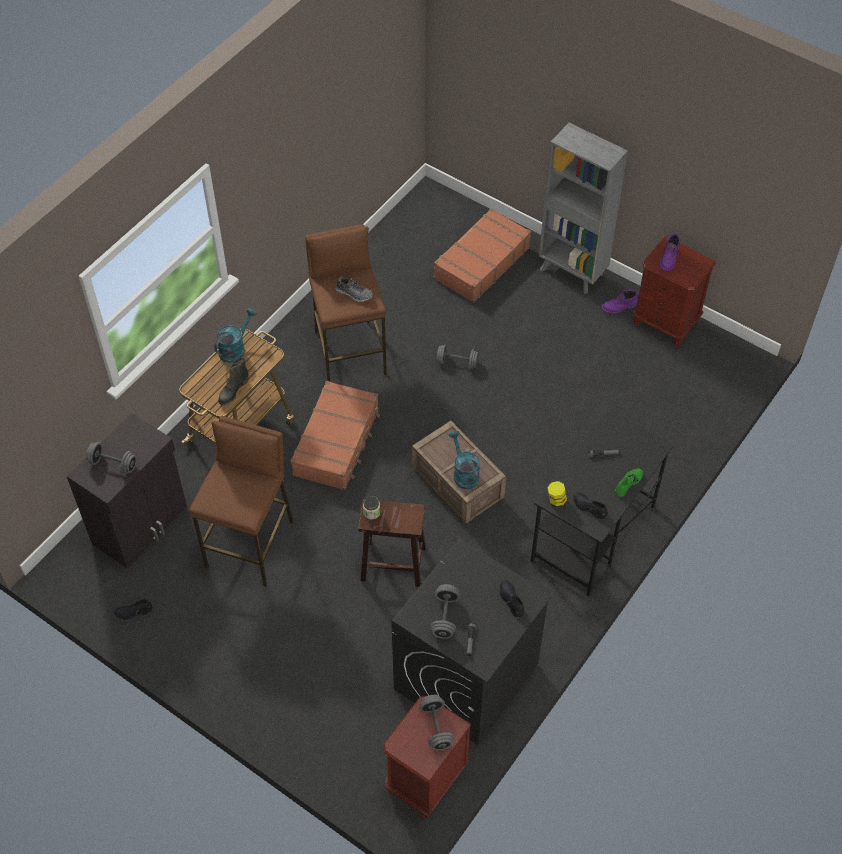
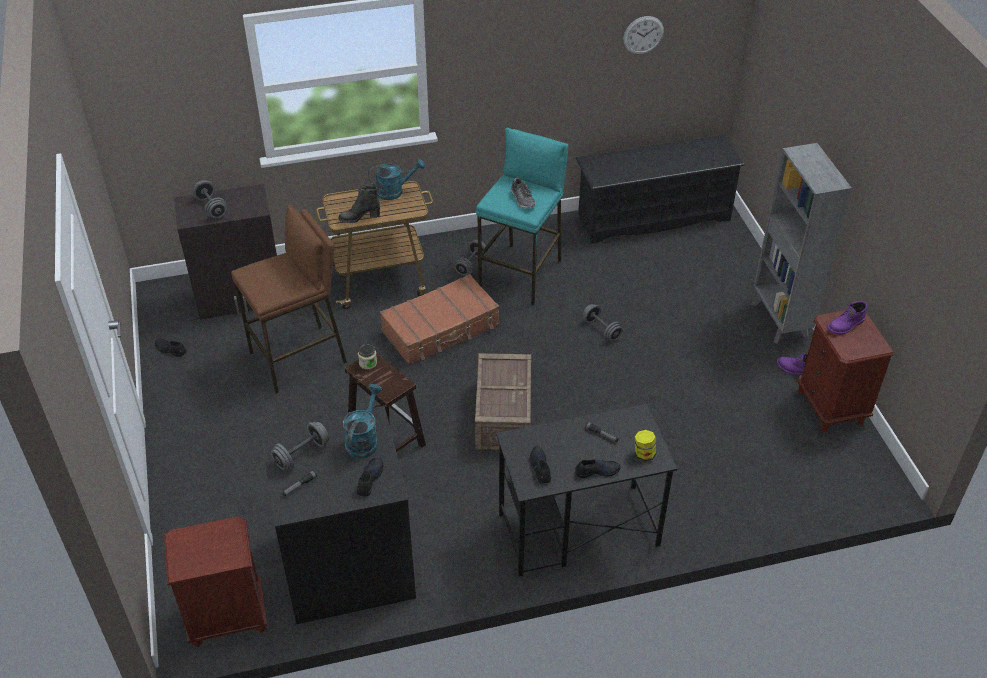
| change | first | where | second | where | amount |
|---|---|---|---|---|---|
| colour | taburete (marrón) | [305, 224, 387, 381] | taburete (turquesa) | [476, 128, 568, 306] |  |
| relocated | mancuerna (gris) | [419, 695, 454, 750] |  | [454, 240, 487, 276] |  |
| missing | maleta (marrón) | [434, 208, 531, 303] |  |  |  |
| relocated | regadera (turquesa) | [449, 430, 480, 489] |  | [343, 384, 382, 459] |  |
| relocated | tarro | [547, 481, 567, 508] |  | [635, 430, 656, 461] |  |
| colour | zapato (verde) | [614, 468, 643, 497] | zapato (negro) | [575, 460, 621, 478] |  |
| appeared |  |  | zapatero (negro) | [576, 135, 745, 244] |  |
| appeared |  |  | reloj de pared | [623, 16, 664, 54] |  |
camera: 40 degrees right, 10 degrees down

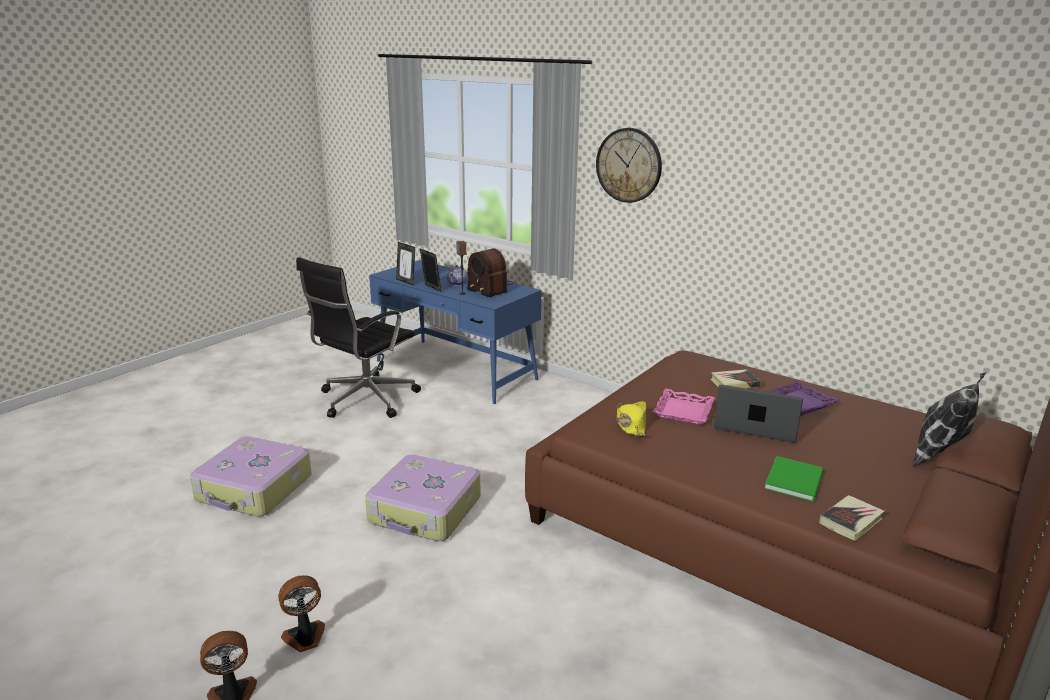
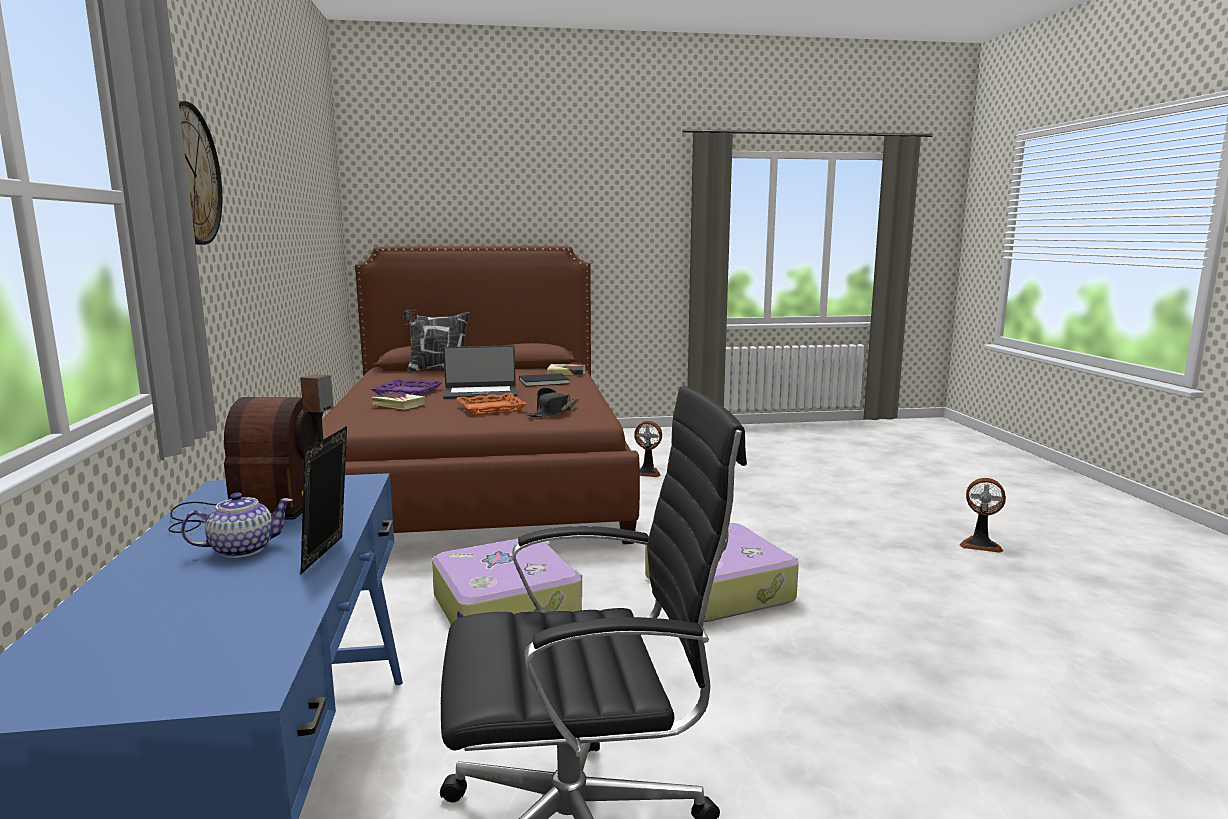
| change | first | where | second | where | amount |
|---|---|---|---|---|---|
| relocated | maleta | [190, 436, 312, 516] |  | [432, 539, 582, 624] |  |
| relocated | ventilador | [278, 575, 325, 652] |  | [634, 421, 662, 477] |  |
| missing | portarretratos | [396, 242, 415, 285] |  |  |  |
| colour | sombrero (amarillo) | [616, 401, 646, 436] | sombrero (negro) | [526, 387, 579, 417] |  |
| colour | bandeja (rosa) | [653, 389, 715, 425] | bandeja (naranja) | [457, 393, 527, 415] |  |
| spun | portátil | [714, 385, 803, 443] |  | [443, 345, 517, 399] | 75 degrees counterclockwise |
| colour | libro (verde) | [764, 456, 824, 502] | libro (negro) | [519, 373, 569, 386] |  |
camera: 135 degrees left, 10 degrees down

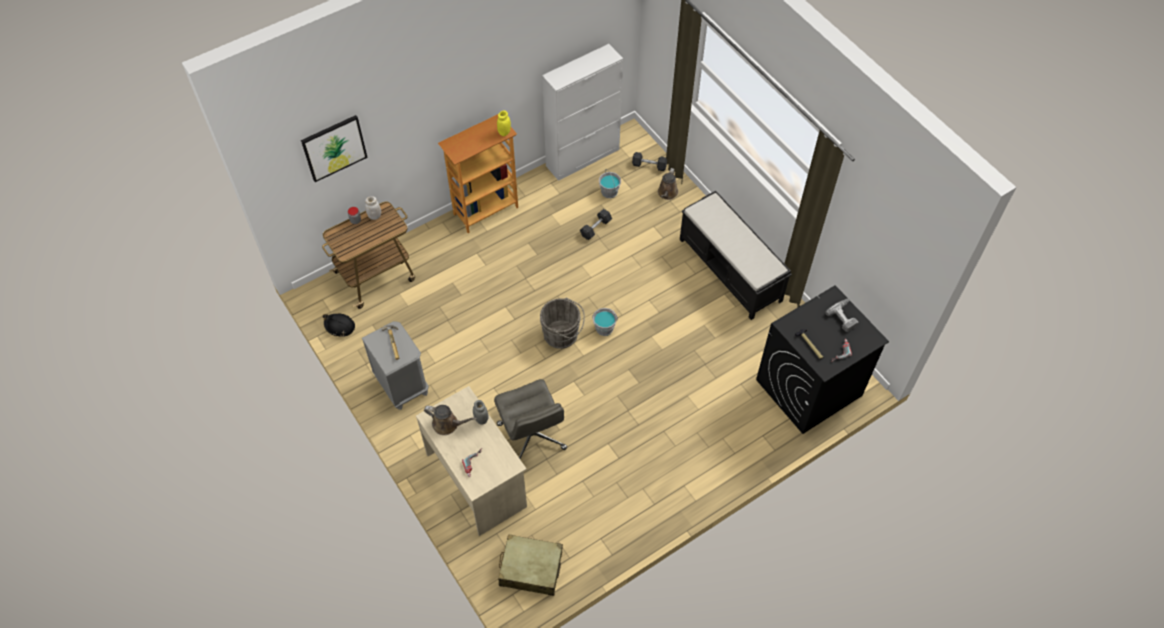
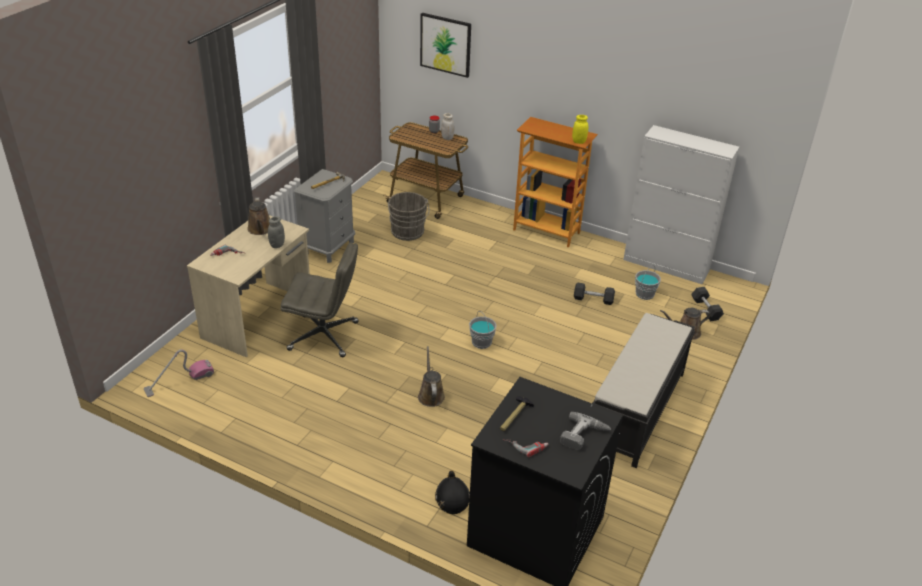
| change | first | where | second | where | amount |
|---|---|---|---|---|---|
| relocated | casco (negro) | [323, 314, 355, 337] |  | [435, 470, 470, 514] |  |
| spun | silla de oficina (gris) | [494, 379, 567, 459] |  | [281, 243, 359, 357] | 120 degrees counterclockwise |
| exchanged | maleta (beis) | [498, 534, 563, 596] | aspiradora | [144, 350, 214, 397] |  |
| relocated | cubo (gris) | [540, 298, 585, 349] |  | [388, 192, 430, 241] |  |
| appeared |  |  | regadera (marrón) | [418, 346, 445, 407] |  |
camera: 60 degrees right, 20 degrees down

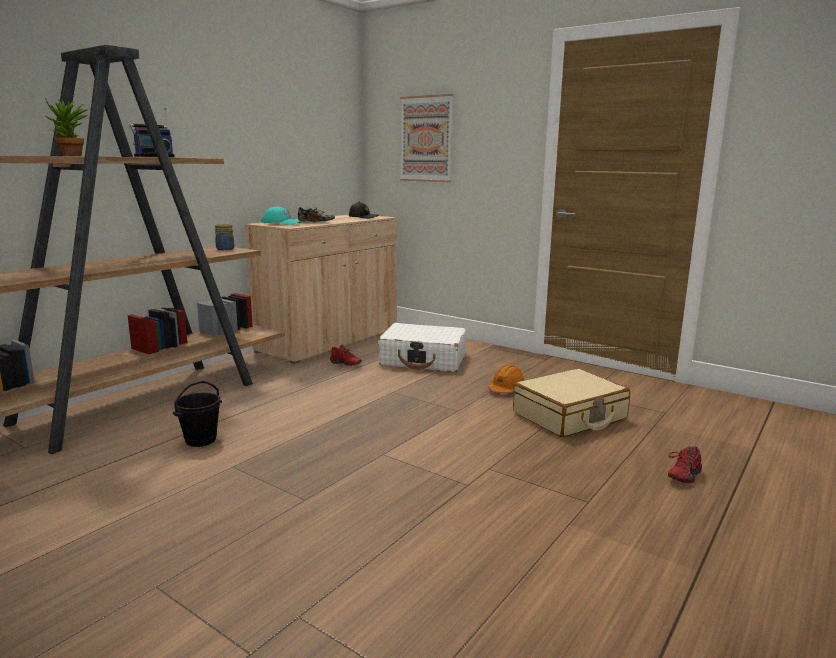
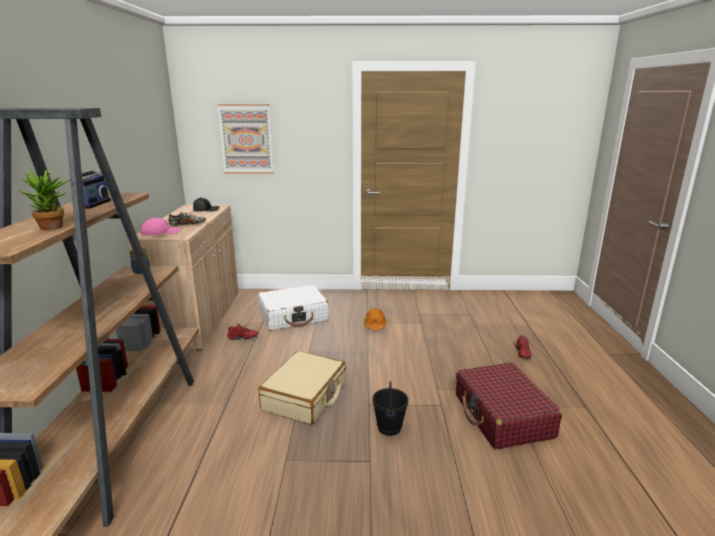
| change | first | where | second | where | amount |
|---|---|---|---|---|---|
| relocated | cubo (negro) | [173, 381, 222, 447] |  | [372, 381, 408, 436] |  |
| colour | gorra (turquesa) | [261, 206, 302, 225] | gorra (rosa) | [141, 218, 181, 235] |  |
| relocated | maleta (beis) | [513, 369, 630, 437] |  | [258, 351, 346, 425] |  |
| appeared |  |  | maleta (rojo) | [456, 363, 562, 449] |  |
camera: 35 degrees left, 5 degrees up

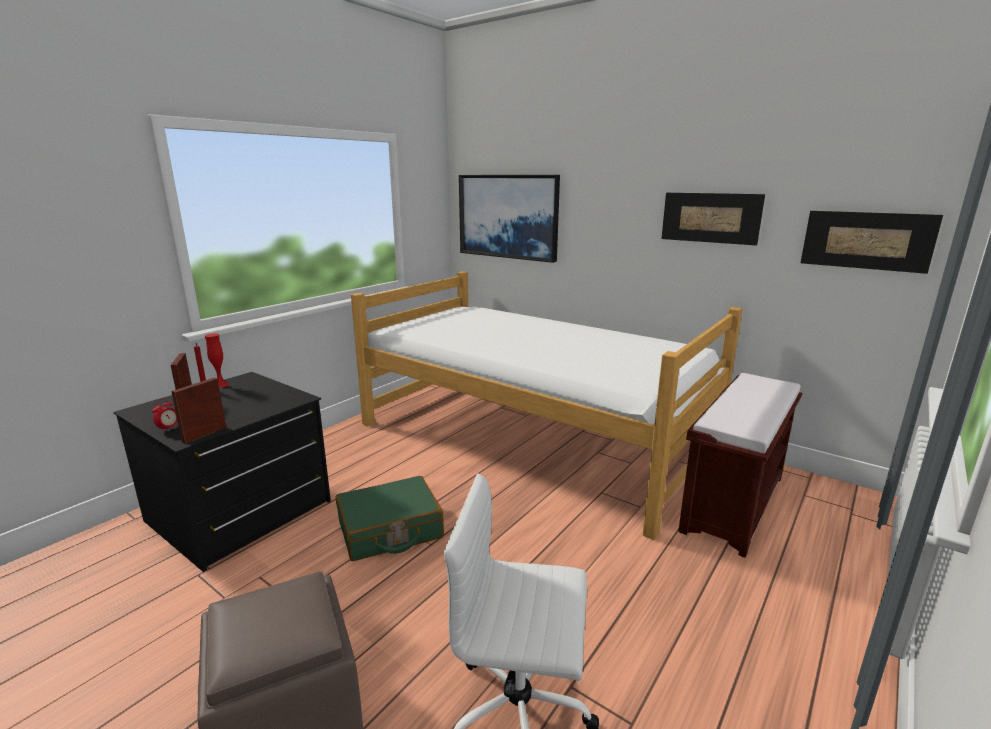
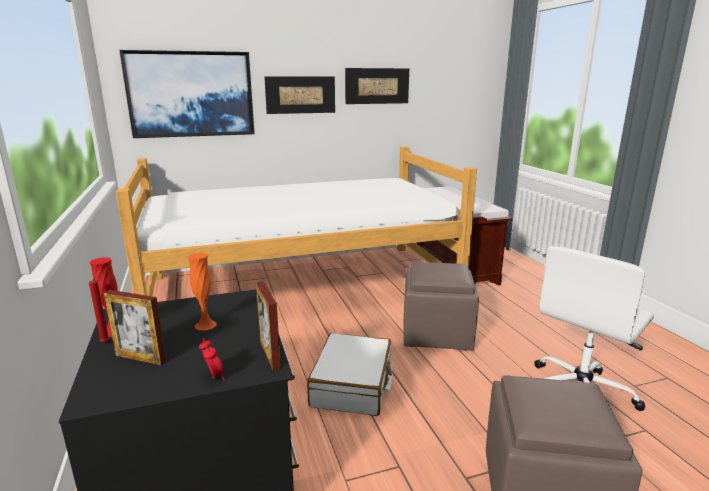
| change | first | where | second | where | amount |
|---|---|---|---|---|---|
| colour | maleta (verde) | [336, 476, 444, 561] | maleta (blanco) | [307, 333, 392, 416] |  |
| relocated | cuadro | [801, 211, 943, 274] |  | [264, 76, 335, 114] |  |
| appeared |  |  | florero (naranja) | [188, 253, 217, 330] |  |
| appeared |  |  | puf (marrón) | [403, 262, 479, 350] |  |
camera: 55 degrees left, 0 degrees up

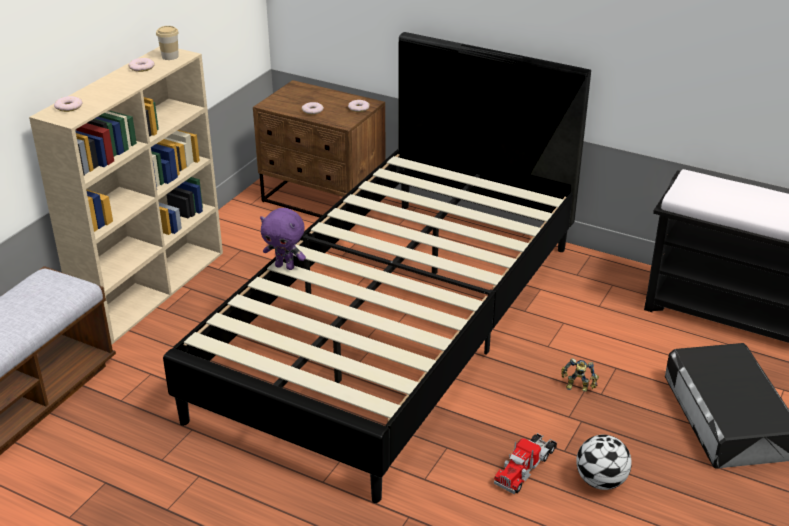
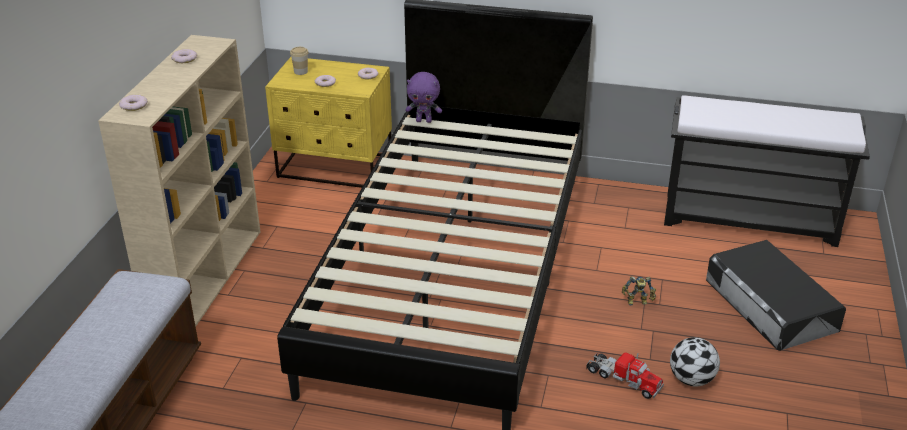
| change | first | where | second | where | amount |
|---|---|---|---|---|---|
| relocated | taza | [156, 26, 179, 60] |  | [290, 47, 309, 75] |  |
| colour | mesita de noche (marrón) | [253, 80, 386, 218] | mesita de noche (amarillo) | [265, 57, 392, 188] |  |
| relocated | peluche (morado) | [260, 208, 306, 270] |  | [405, 72, 442, 123] |  |
| spun | camión de juguete | [494, 433, 557, 494] |  | [586, 352, 664, 399] | 75 degrees counterclockwise |
camera: 15 degrees left, 0 degrees up

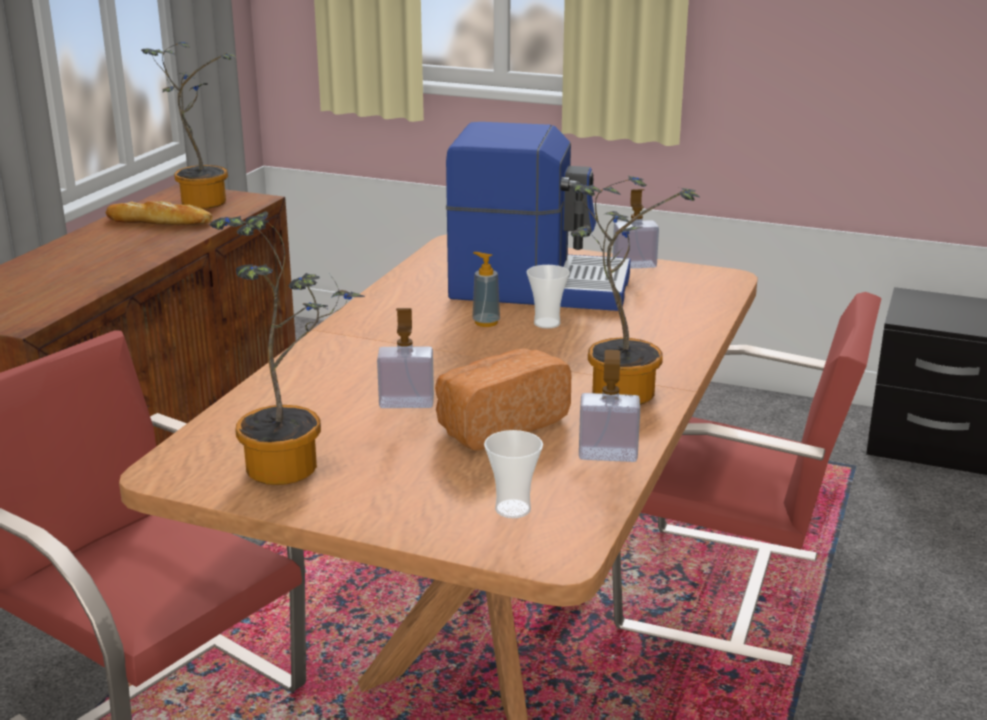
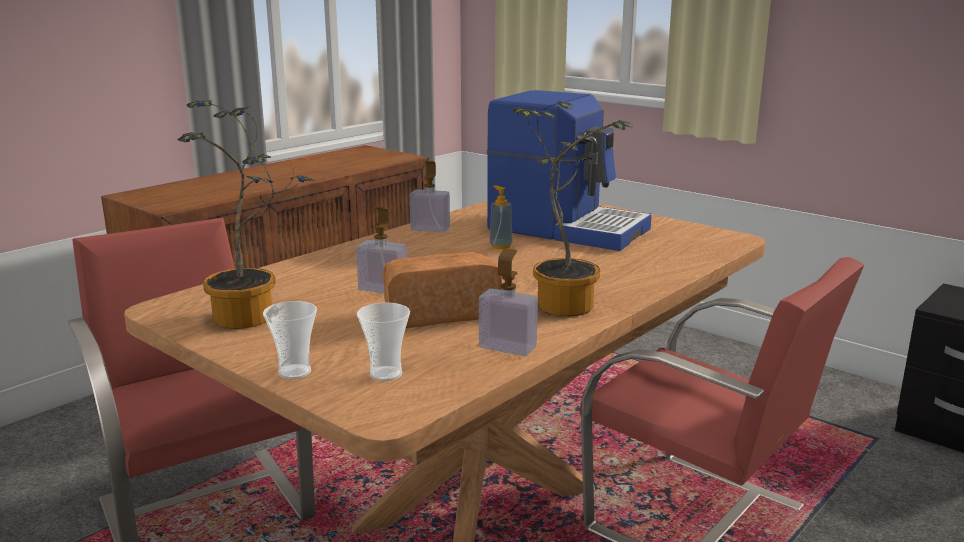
| change | first | where | second | where | amount |
|---|---|---|---|---|---|
| missing | pan | [106, 201, 213, 225] |  |  |  |
| missing | planta en maceta | [141, 41, 236, 209] |  |  |  |
| relocated | taza | [527, 265, 570, 329] |  | [263, 301, 317, 379] |  |
| relocated | dispensador de jabón | [613, 189, 659, 269] |  | [410, 161, 450, 233] |  |
camera: 20 degrees right, 5 degrees down

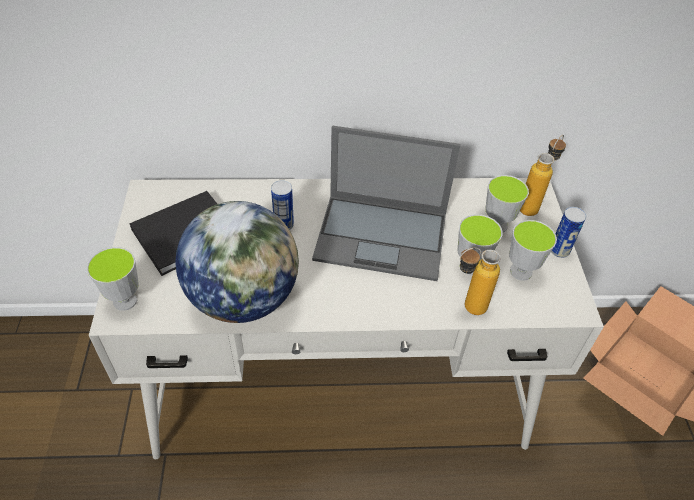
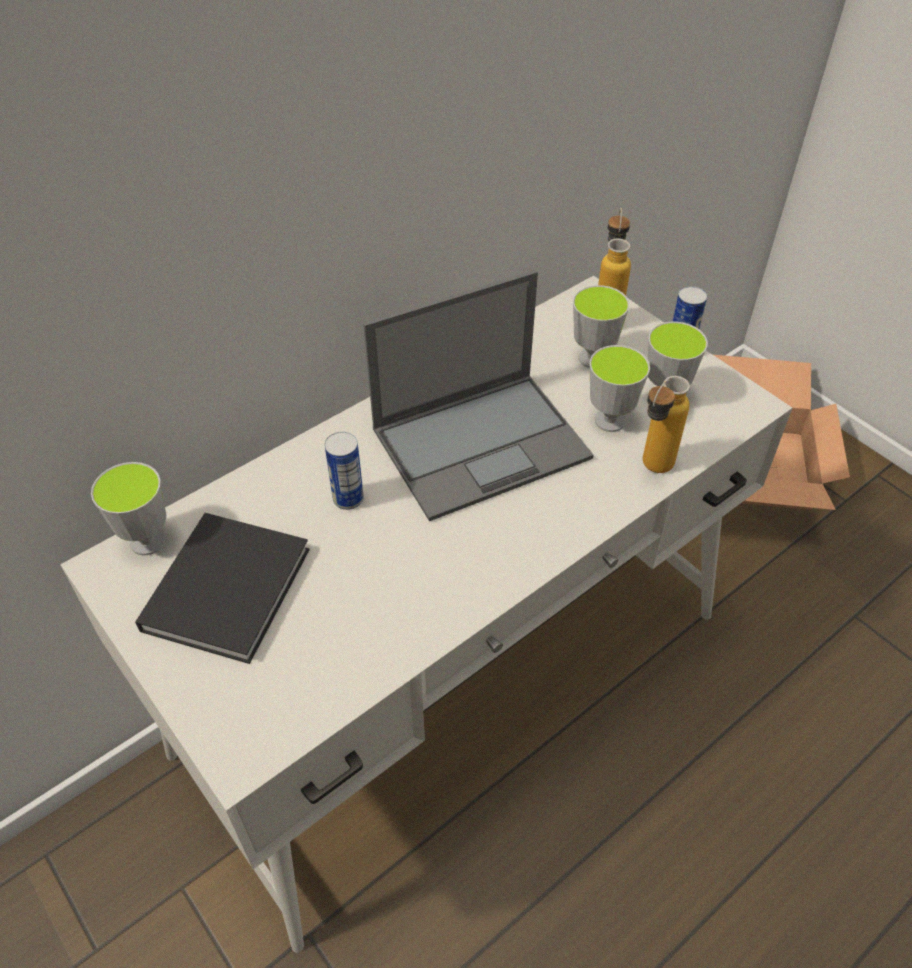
| change | first | where | second | where | amount |
|---|---|---|---|---|---|
| relocated | taza | [87, 247, 139, 311] |  | [91, 462, 166, 556] |  |
| missing | globo terráqueo | [175, 201, 299, 323] |  |  |  |
camera: 35 degrees left, 0 degrees up

